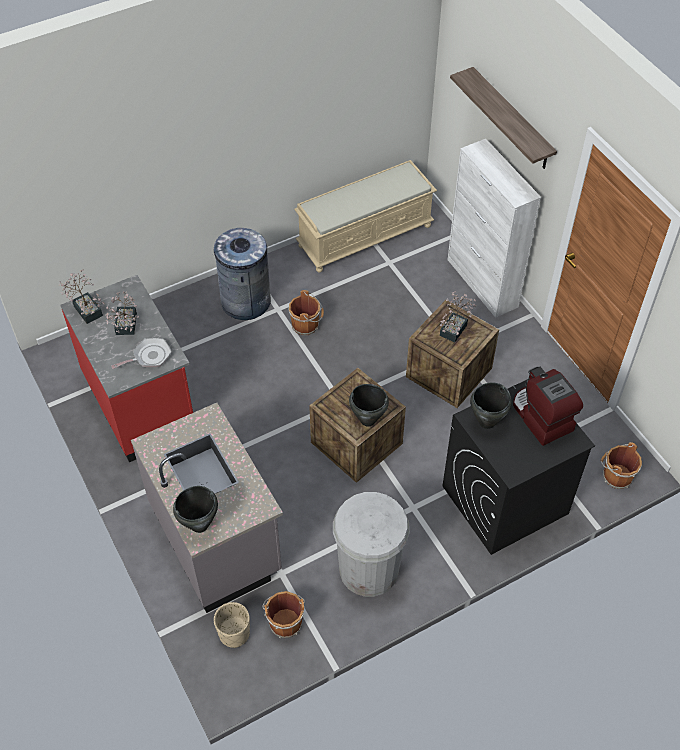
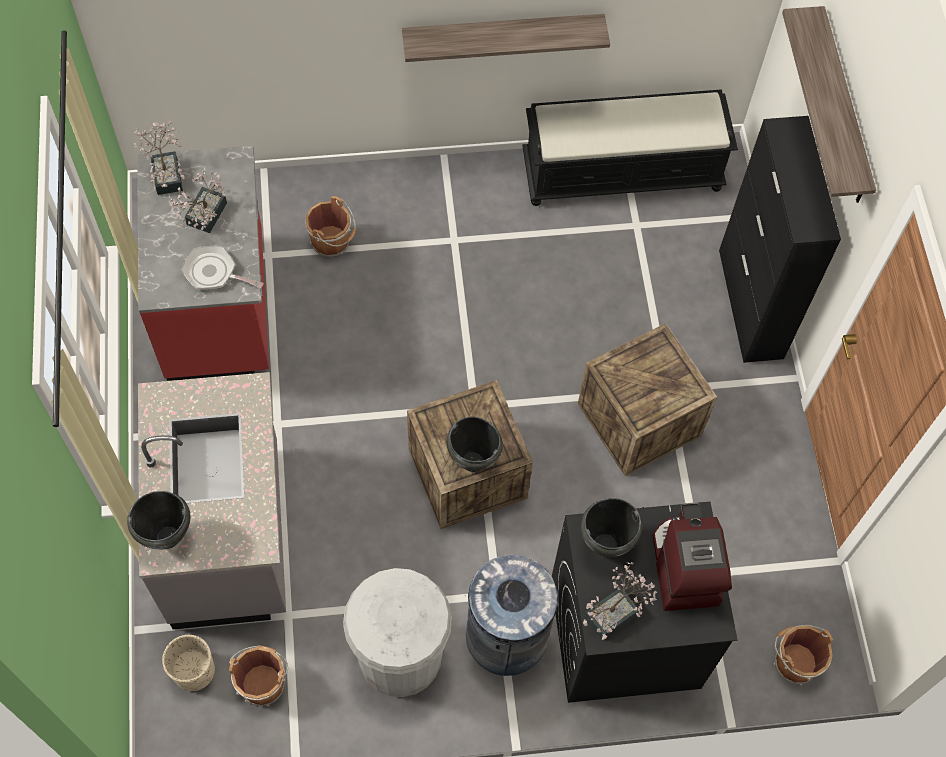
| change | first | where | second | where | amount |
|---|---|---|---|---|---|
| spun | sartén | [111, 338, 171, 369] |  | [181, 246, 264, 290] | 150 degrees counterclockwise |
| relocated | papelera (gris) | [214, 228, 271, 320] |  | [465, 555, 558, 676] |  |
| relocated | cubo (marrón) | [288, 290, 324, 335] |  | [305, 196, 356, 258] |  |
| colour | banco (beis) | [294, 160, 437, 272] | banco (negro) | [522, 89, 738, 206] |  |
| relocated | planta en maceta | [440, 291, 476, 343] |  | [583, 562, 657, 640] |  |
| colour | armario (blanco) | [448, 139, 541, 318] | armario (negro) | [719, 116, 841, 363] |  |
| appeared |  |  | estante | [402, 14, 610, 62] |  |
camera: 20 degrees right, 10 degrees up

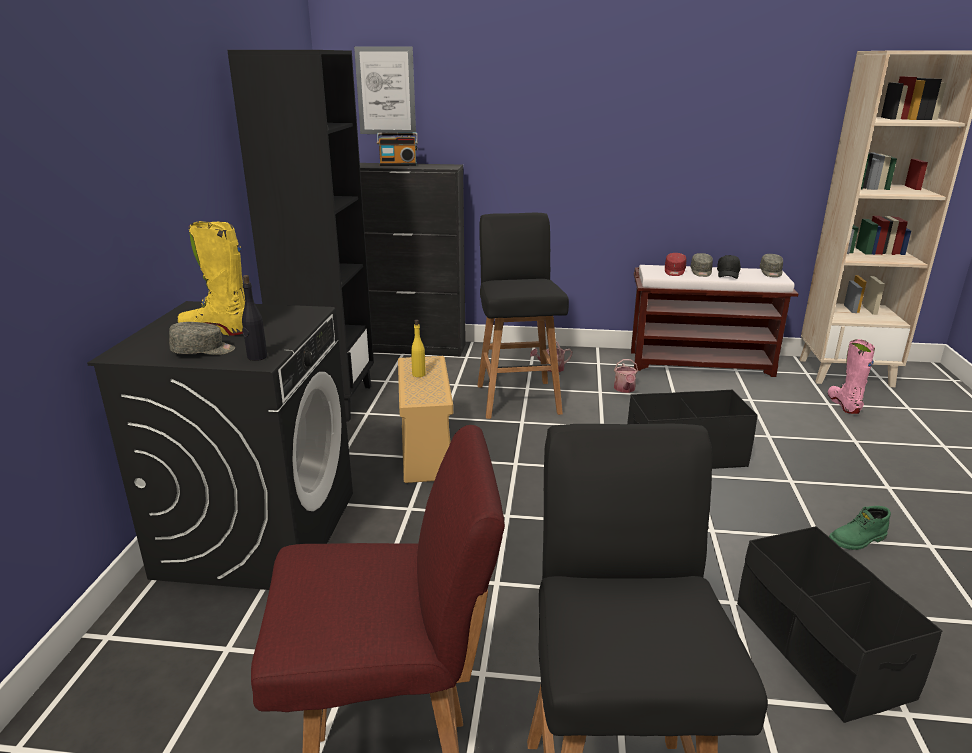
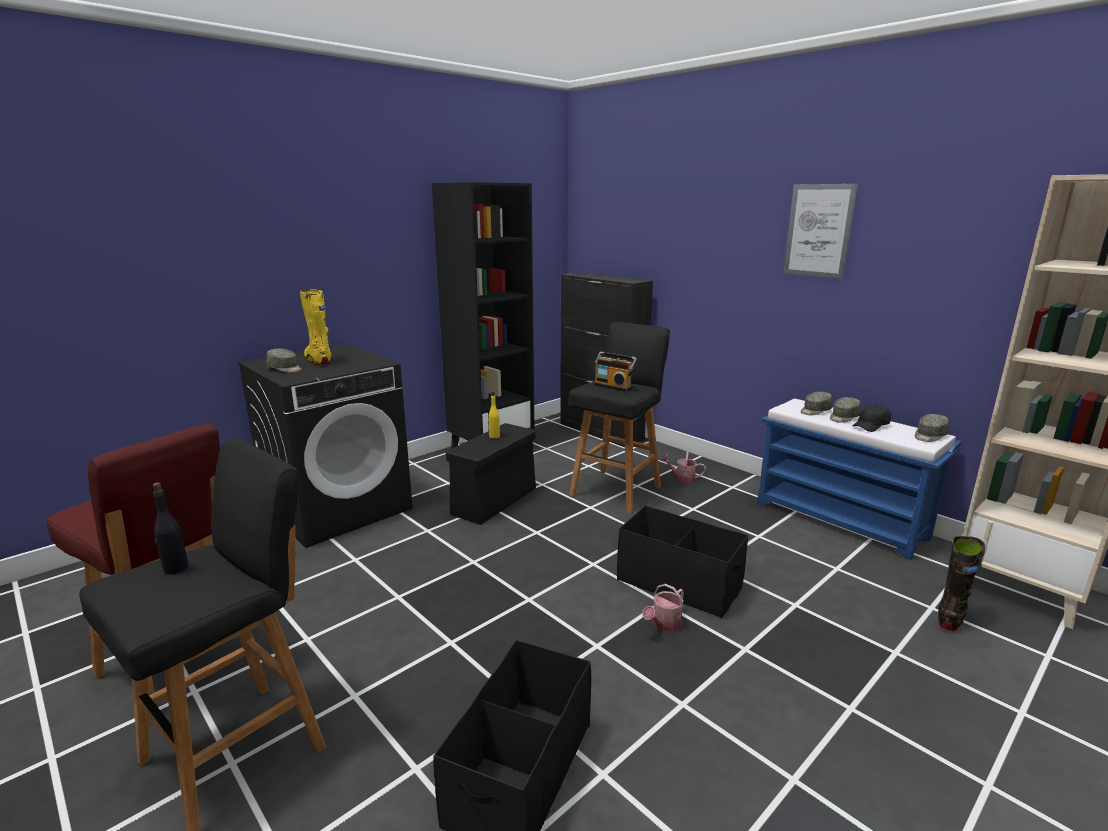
| change | first | where | second | where | amount |
|---|---|---|---|---|---|
| relocated | botella (negro) | [242, 275, 267, 361] |  | [153, 482, 189, 574] |  |
| relocated | cuadro | [354, 46, 416, 134] |  | [783, 184, 858, 279] |  |
| relocated | radio | [377, 132, 418, 166] |  | [594, 351, 637, 392] |  |
| colour | caja de almacenaje (beis) | [398, 356, 453, 483] | caja de almacenaje (negro) | [446, 423, 536, 525] |  |
| relocated | regadera | [614, 359, 638, 393] |  | [642, 584, 684, 632] |  |
| colour | banco (marrón) | [631, 265, 798, 377] | banco (azul) | [757, 399, 962, 560] |  |
| colour | gorra (rojo) | [665, 253, 686, 276] | gorra (gris) | [800, 392, 832, 415] |  |
| colour | bota (rosa) | [828, 339, 875, 414] | bota (negro) | [938, 536, 985, 631] |  |
| missing | bota (verde) | [829, 506, 891, 550] |  |  |  |
camera: 40 degrees right, 5 degrees down

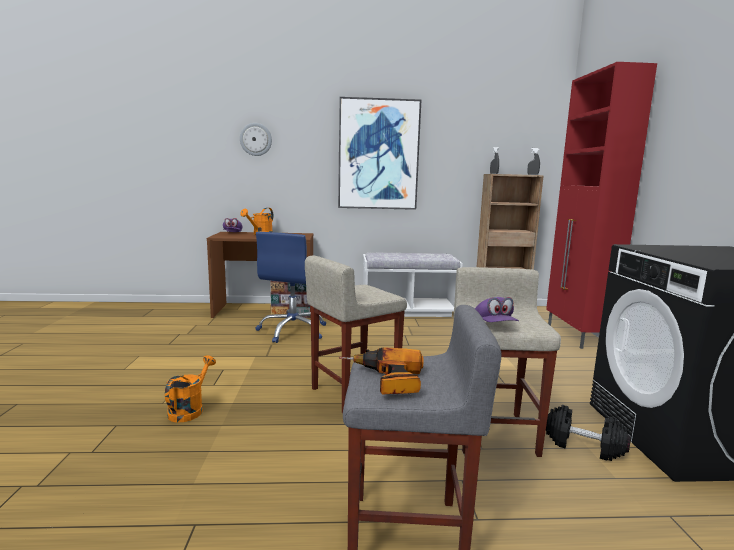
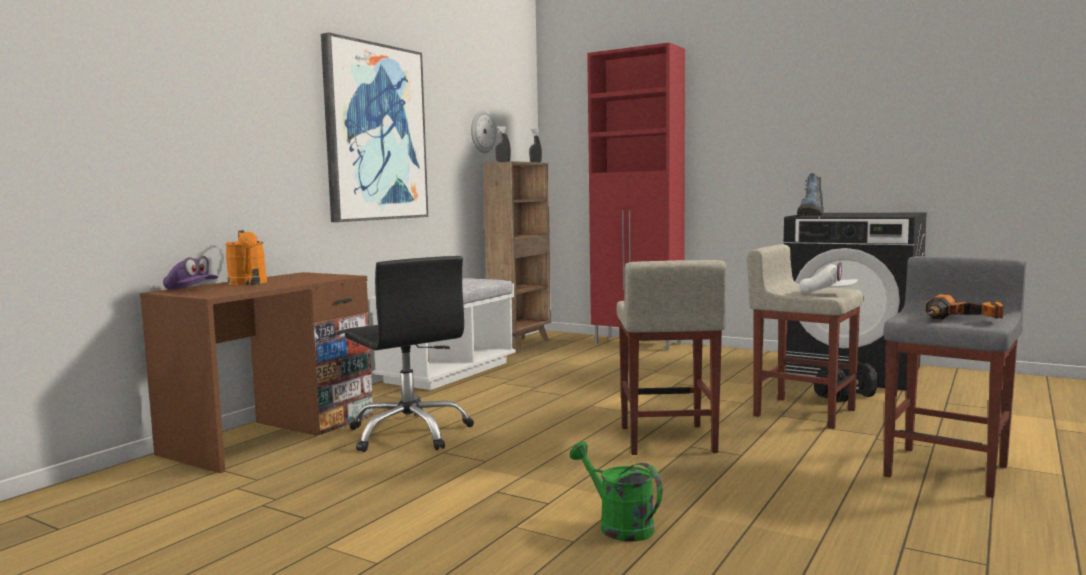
| change | first | where | second | where | amount |
|---|---|---|---|---|---|
| colour | regadera (naranja) | [165, 355, 216, 423] | regadera (verde) | [570, 442, 663, 542] |  |
| relocated | reloj de pared | [240, 123, 272, 156] |  | [471, 110, 496, 153] |  |
| colour | silla de oficina (azul) | [256, 232, 326, 343] | silla de oficina (negro) | [345, 256, 474, 452] |  |
| colour | gorra (morado) | [474, 297, 519, 322] | gorra (blanco) | [800, 262, 858, 293] |  |
| appeared |  |  | bota | [797, 173, 824, 215] |  |
camera: 55 degrees left, 5 degrees down

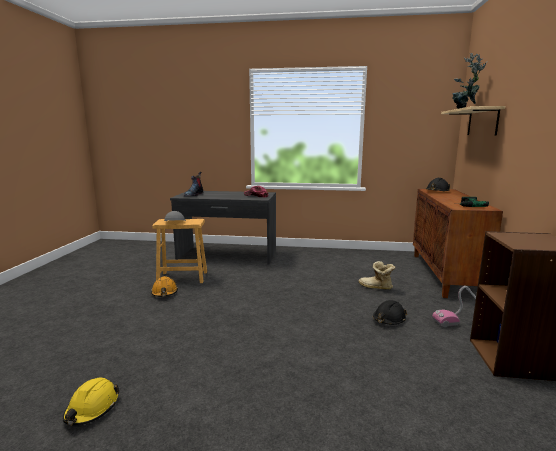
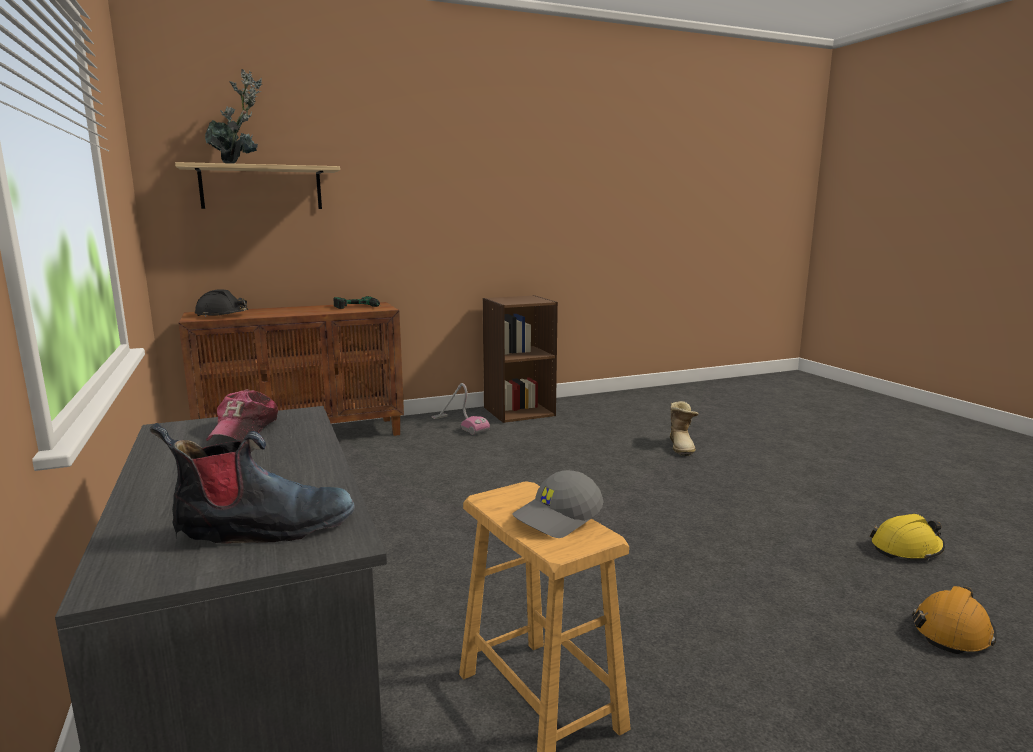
| change | first | where | second | where | amount |
|---|---|---|---|---|---|
| relocated | casco (naranja) | [151, 276, 178, 297] |  | [912, 586, 996, 654] |  |
| relocated | bota | [359, 261, 395, 290] |  | [670, 401, 699, 456] |  |
| missing | casco (negro) | [373, 300, 407, 325] |  |  |  |
camera: 120 degrees left, 0 degrees up

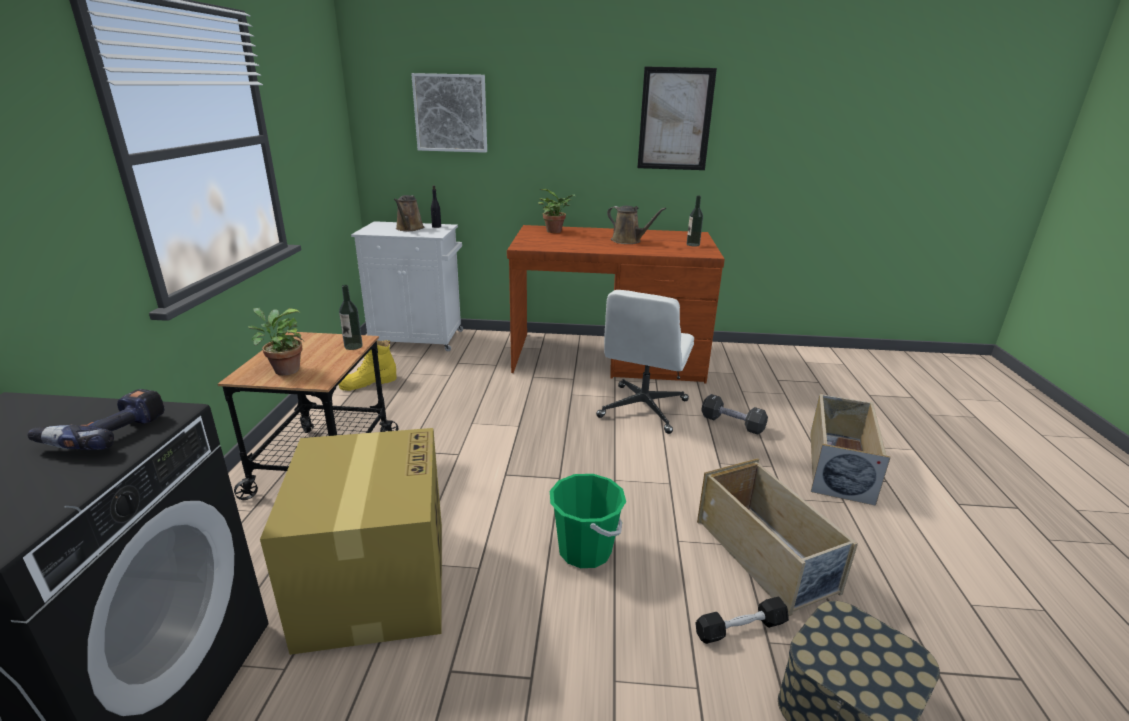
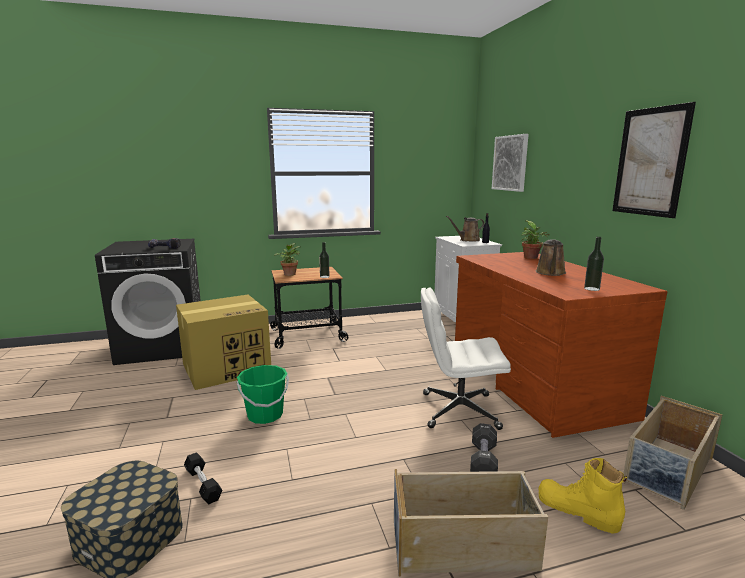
| change | first | where | second | where | amount |
|---|---|---|---|---|---|
| relocated | bota (amarillo) | [339, 340, 397, 391] |  | [538, 458, 627, 534] |  |
| relocated | caja de almacenaje (beis) | [697, 458, 858, 616] |  | [623, 396, 723, 510] |  |
camera: 70 degrees right, 10 degrees down

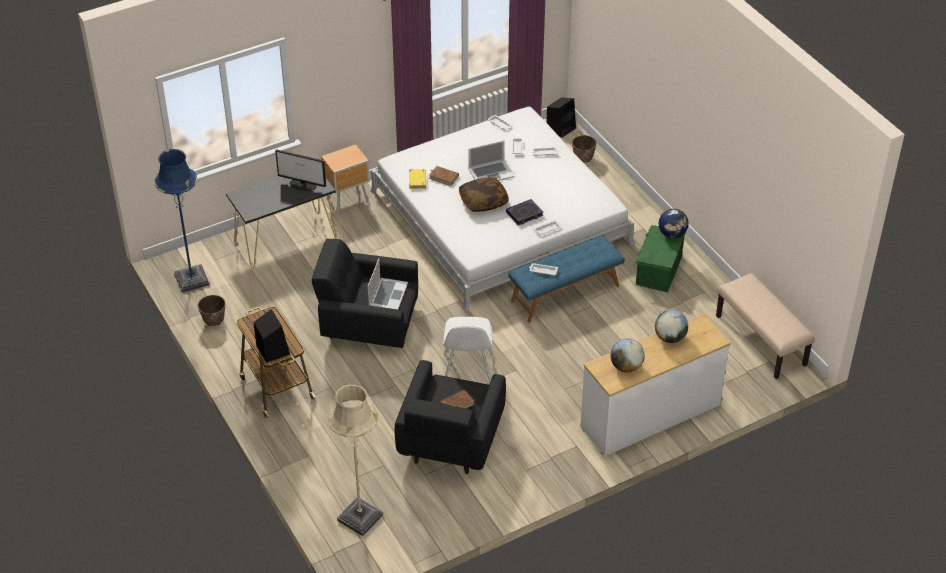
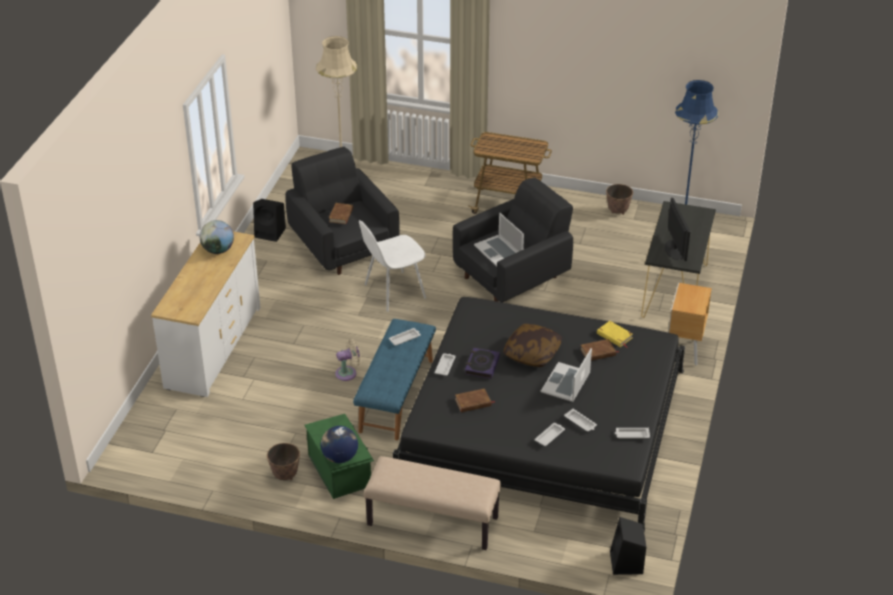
| change | first | where | second | where | amount |
|---|---|---|---|---|---|
| relocated | altavoz (negro) | [253, 309, 290, 363] |  | [253, 199, 286, 242] |  |
| spun | monitor | [275, 149, 326, 191] |  | [665, 198, 690, 261] | 105 degrees clockwise |
| colour | cama (blanco) | [370, 107, 634, 312] | cama (negro) | [393, 297, 685, 532] |  |
| spun | silla (blanco) | [443, 317, 493, 382] |  | [359, 220, 426, 312] | 75 degrees counterclockwise |
| relocated | maceta | [572, 135, 597, 163] |  | [267, 443, 300, 480] |  |
| missing | globo terráqueo | [655, 310, 688, 343] |  |  |  |
| relocated | banco (beis) | [716, 273, 815, 379] |  | [364, 456, 501, 550] |  |
| appeared |  |  | ventilador (beis) | [335, 339, 361, 381] |  |
| appeared |  |  | libro (marrón) | [455, 388, 495, 412] |  |
camera: 135 degrees right, 5 degrees down

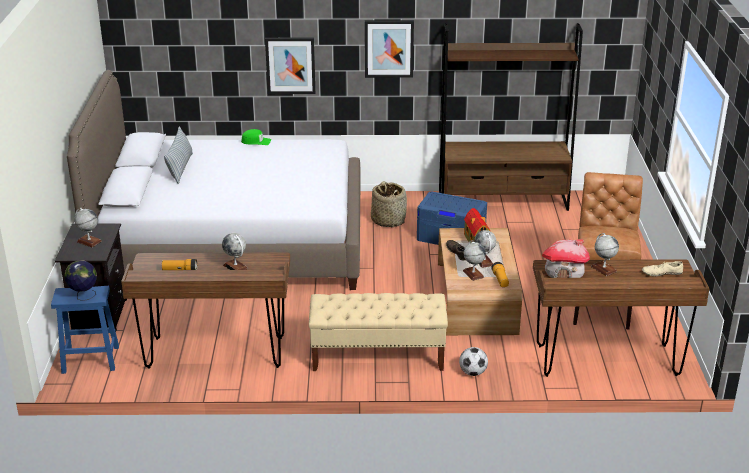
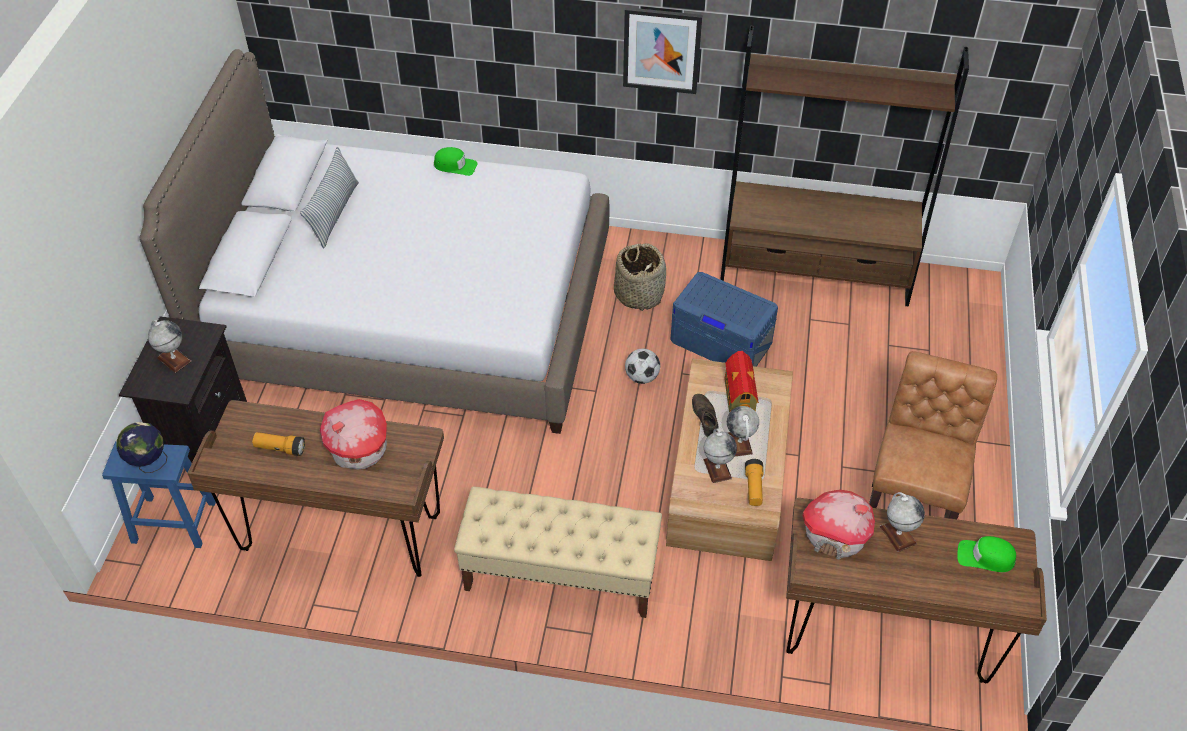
| change | first | where | second | where | amount |
|---|---|---|---|---|---|
| exchanged | globo terráqueo | [222, 233, 248, 270] | casita | [320, 399, 387, 470] |  |
| missing | cuadro | [265, 38, 316, 94] |  |  |  |
| relocated | balón de fútbol | [459, 347, 488, 376] |  | [625, 349, 660, 384] |  |
| exchanged | zapato (beis) | [642, 261, 683, 277] | gorra (verde) | [957, 536, 1016, 572] |  |
camera: 10 degrees right, 20 degrees up

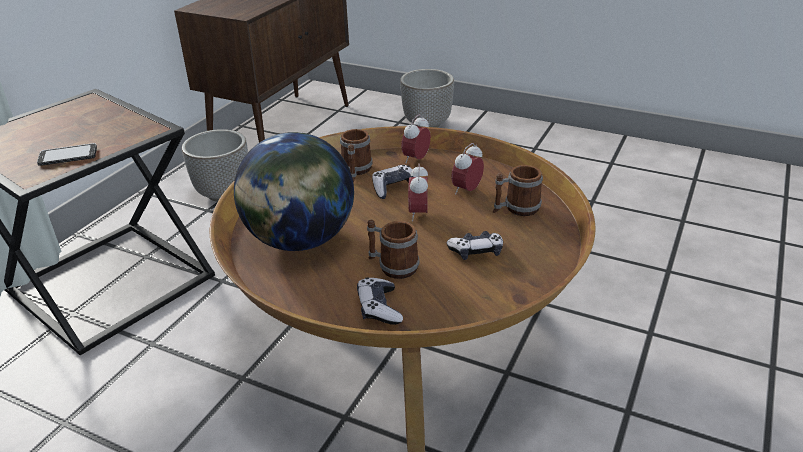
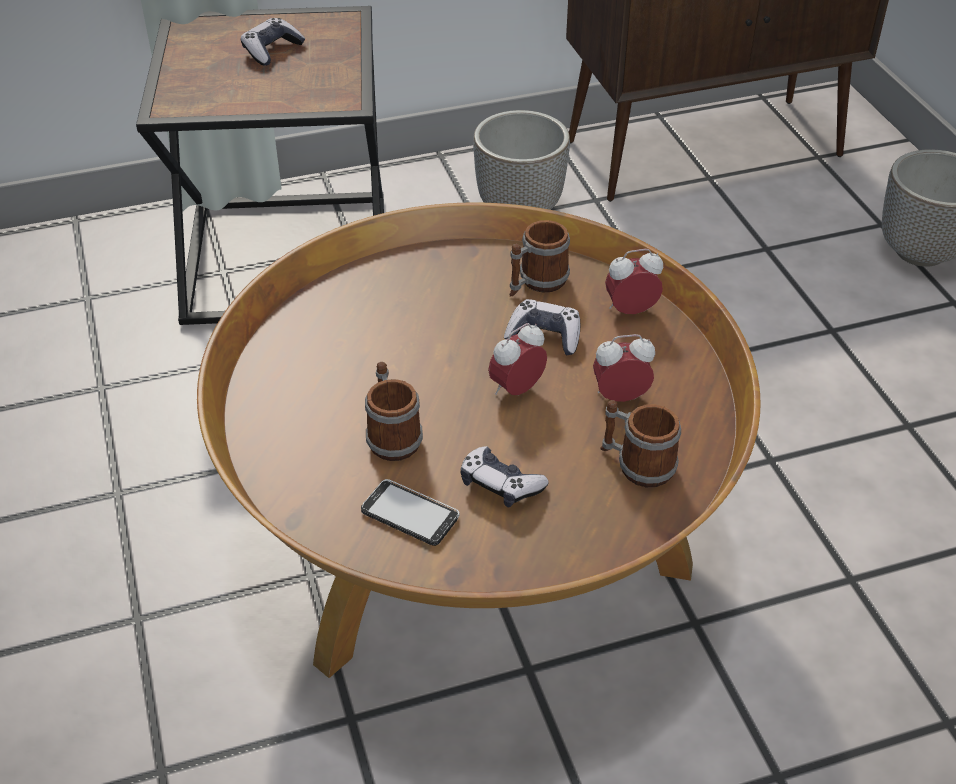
| change | first | where | second | where | amount |
|---|---|---|---|---|---|
| relocated | móvil | [37, 143, 97, 166] |  | [361, 479, 459, 546] |  |
| missing | globo terráqueo | [234, 132, 354, 251] |  |  |  |
| relocated | mando de consola | [357, 278, 403, 325] |  | [241, 18, 305, 66] |  |
camera: 45 degrees right, 10 degrees up

